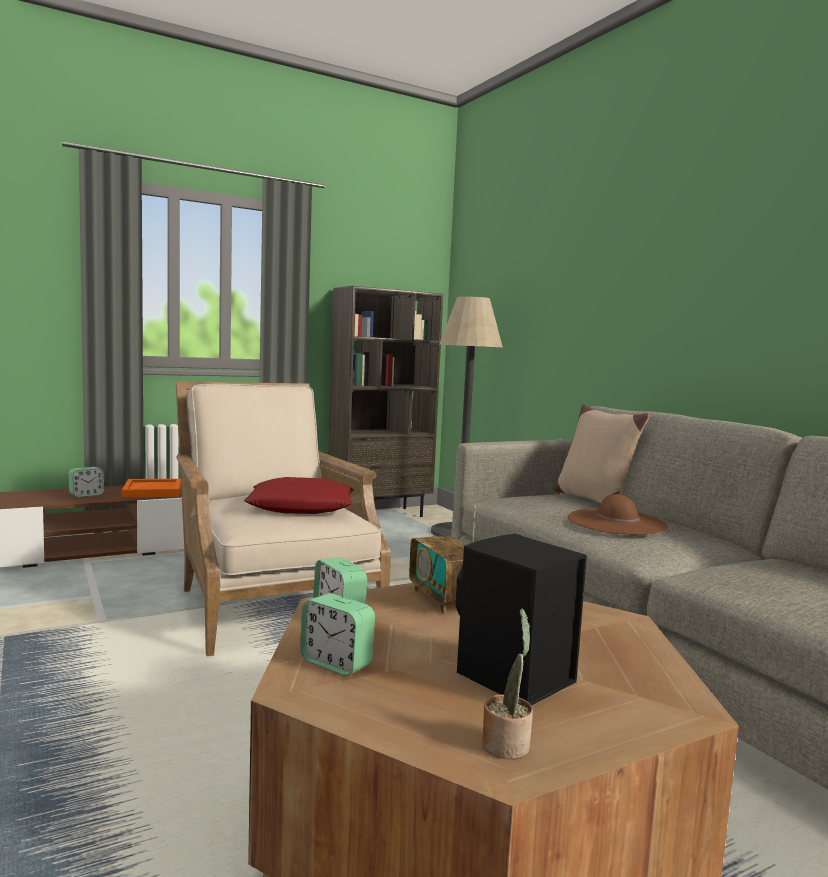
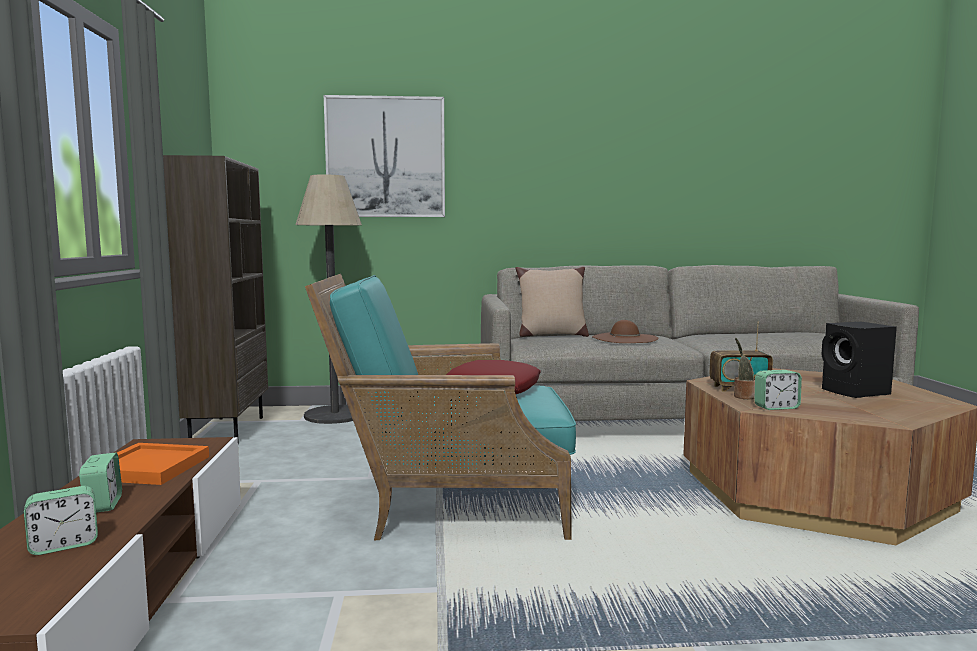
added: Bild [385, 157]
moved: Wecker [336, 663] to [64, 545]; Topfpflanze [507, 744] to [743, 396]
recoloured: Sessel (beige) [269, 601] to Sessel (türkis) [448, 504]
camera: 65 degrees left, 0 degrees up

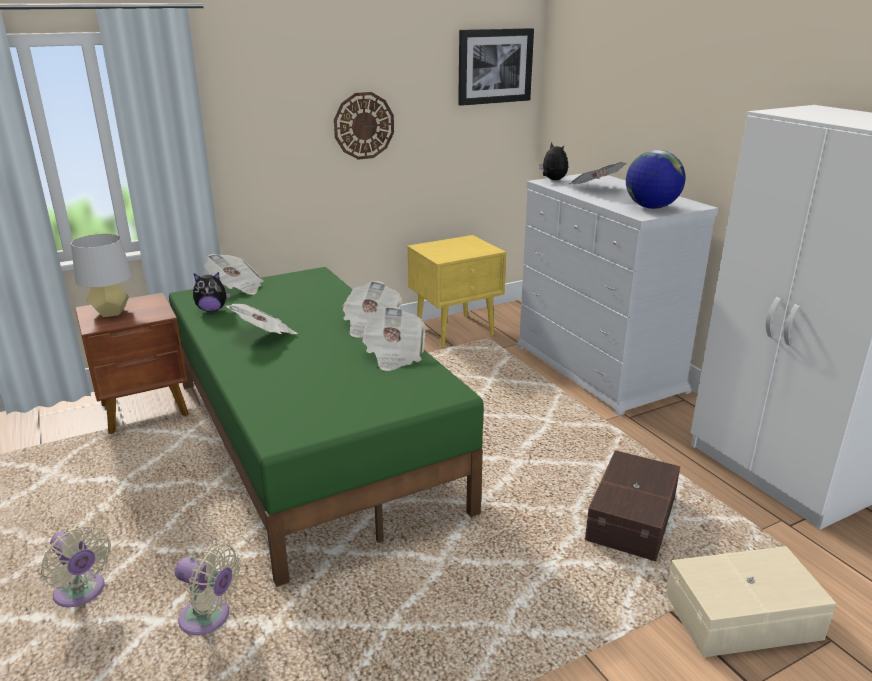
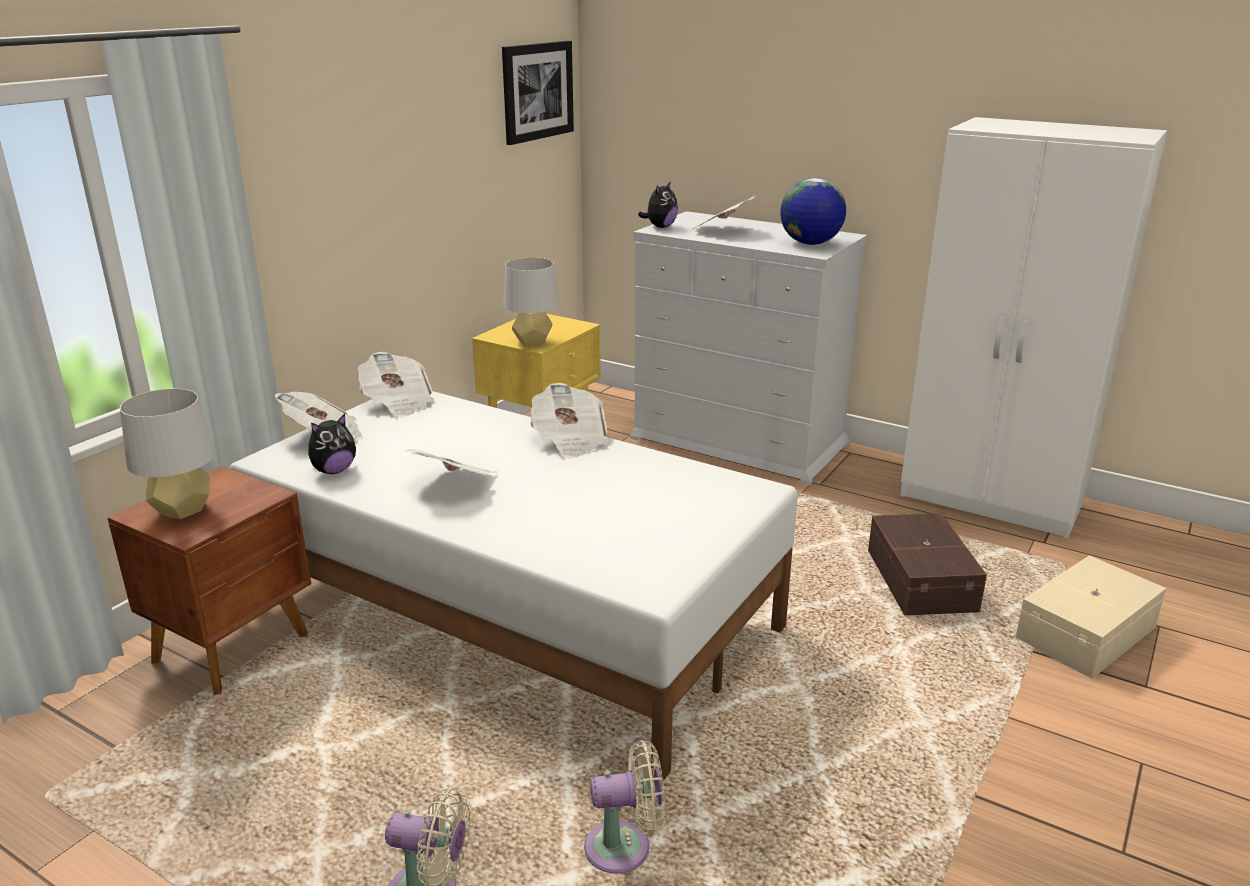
removed: Wanduhr [364, 125]
added: Tischlampe (grau) [532, 342]
moved: Zeitung [394, 355] to [397, 403]
recoloured: Bett (grün) [312, 440] to Bett (weiß) [513, 612]
turned: Plüschtier [552, 180] = [660, 227] 90 degrees clockwise
camera: 30 degrees left, 0 degrees up

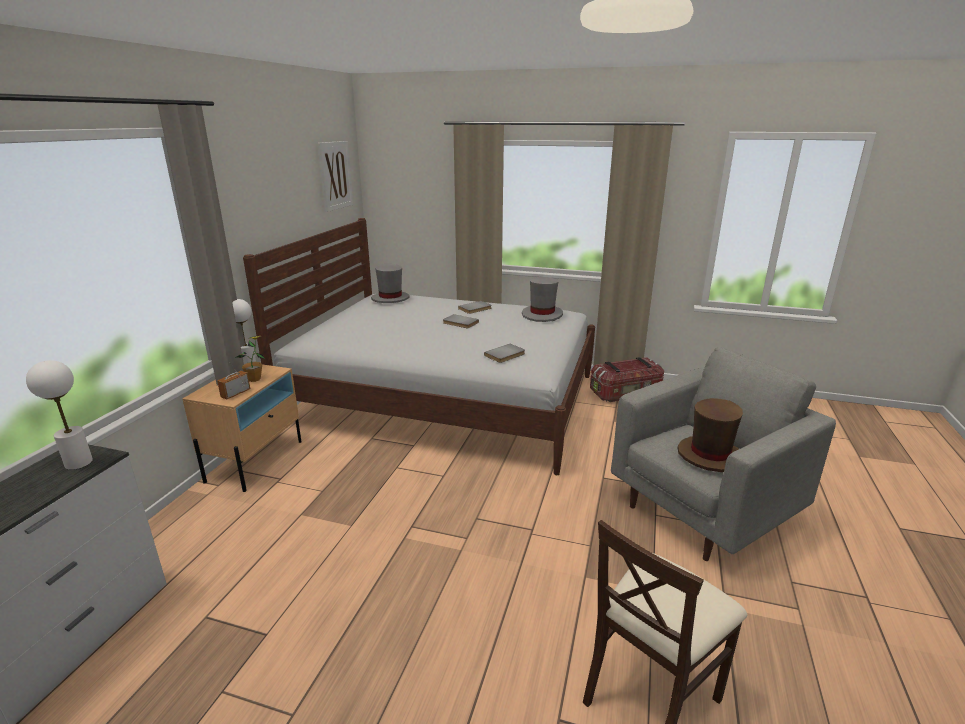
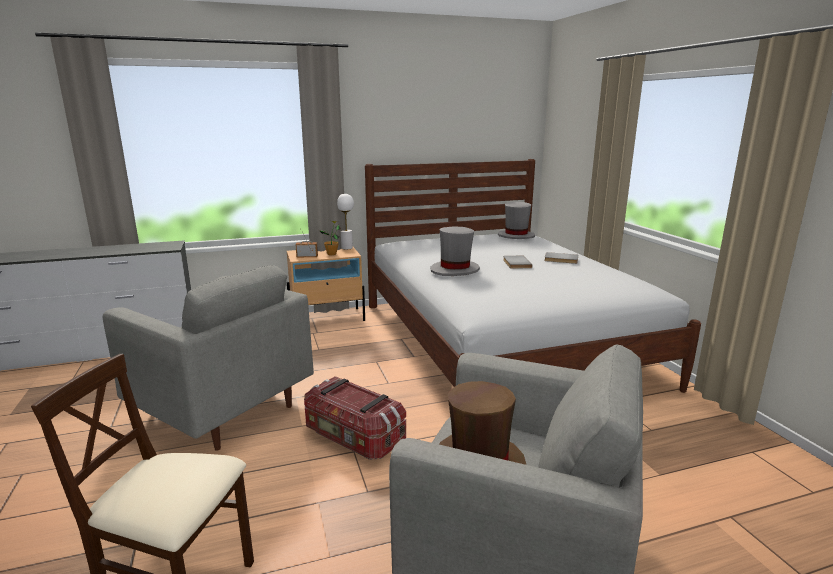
removed: Tischlampe (weiß) [79, 462]; Bild [335, 175]; Buch (grau) [505, 355]
added: Sessel (grau) [222, 411]
moved: Hut (grau) [542, 315] to [455, 270]; Aufbewahrungsbox [626, 393] to [353, 437]
camera: 55 degrees right, 5 degrees down

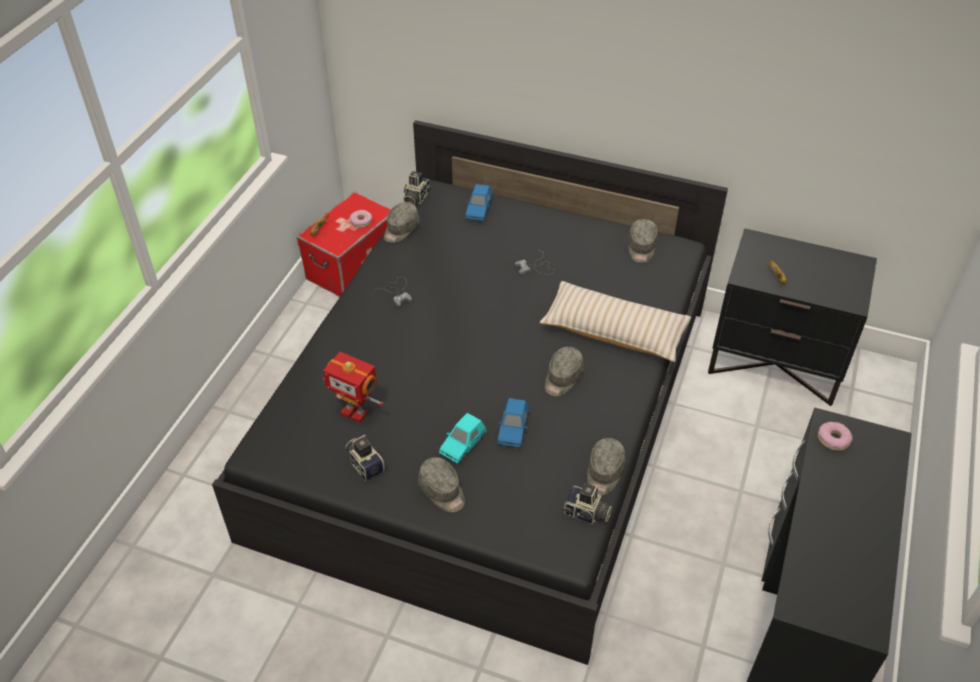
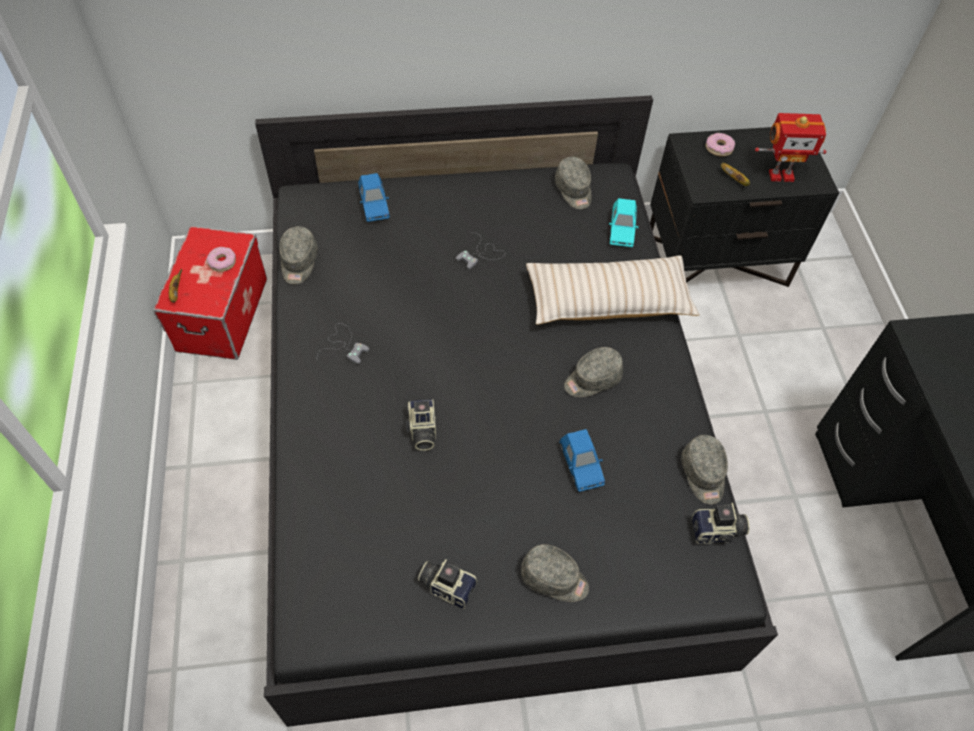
moved: Spielzeugroboter [355, 412] to [780, 175]; Kamera [415, 198] to [421, 430]; Spielzeugauto (türkis) [463, 444] to [621, 230]; Donut [833, 439] to [719, 148]
turned: Kappe (grau) [562, 378] = [592, 379] 60 degrees clockwise
camera: 30 degrees left, 10 degrees up

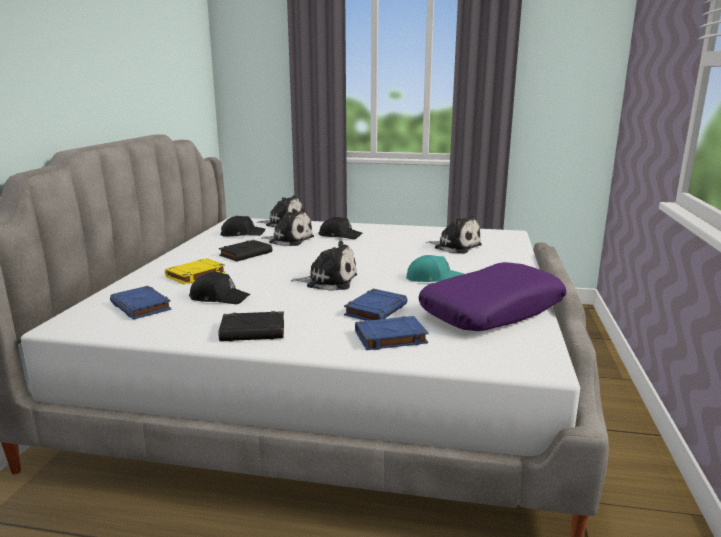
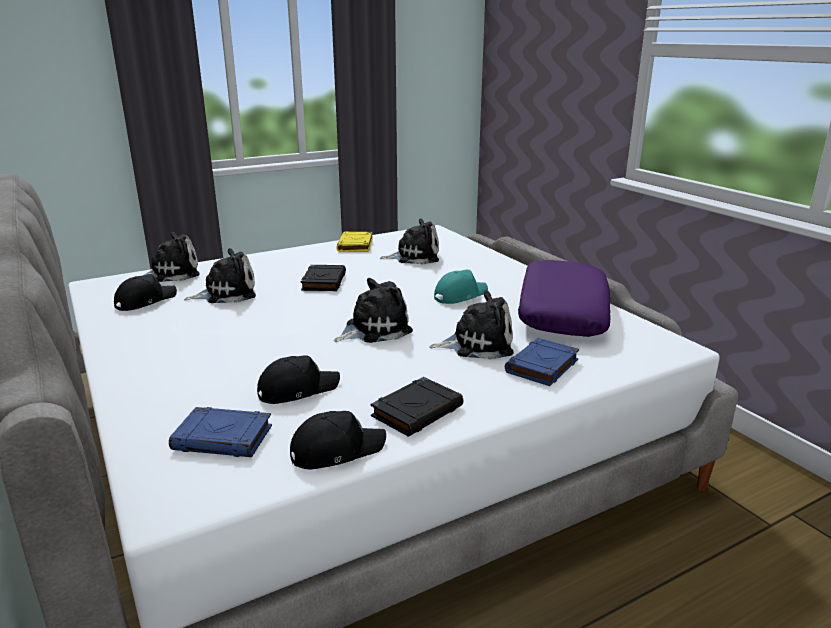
moved: Buch (gelb) [195, 275] to [355, 245]; Buch (schwarz) [246, 254] to [323, 281]; Kappe (schwarz) [340, 235] to [336, 450]
replaced: Buch (blau) [376, 310] to Plüschtier [477, 344]
camera: 40 degrees left, 5 degrees up

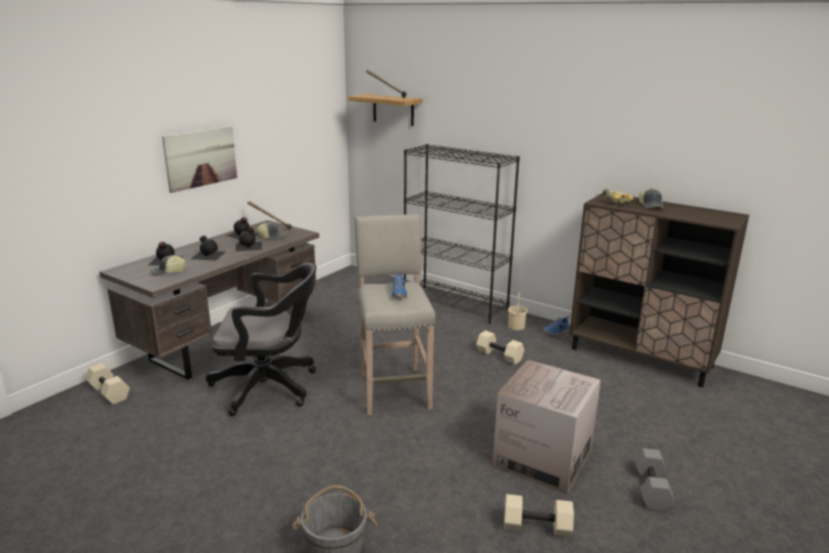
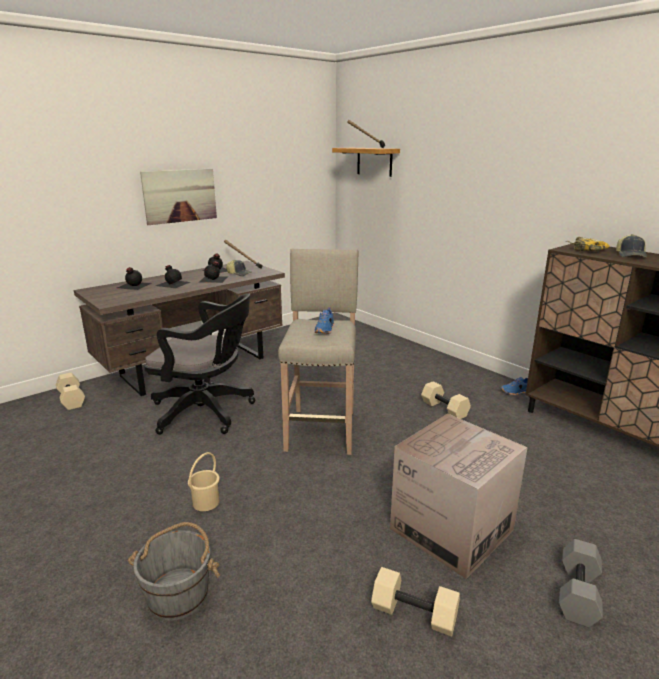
removed: Kappe [168, 272]; Bücherregal (schwarz) [456, 304]
moved: Eimer (beige) [516, 326] to [205, 502]
camera: 15 degrees right, 0 degrees up

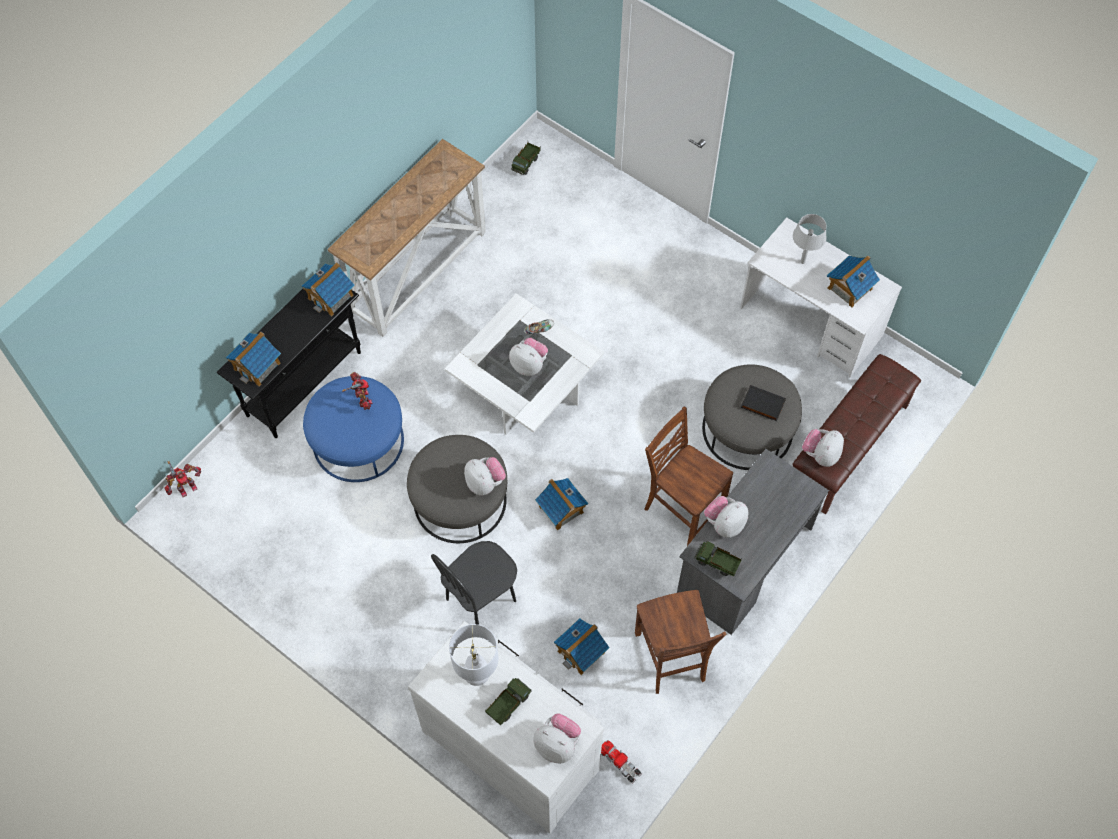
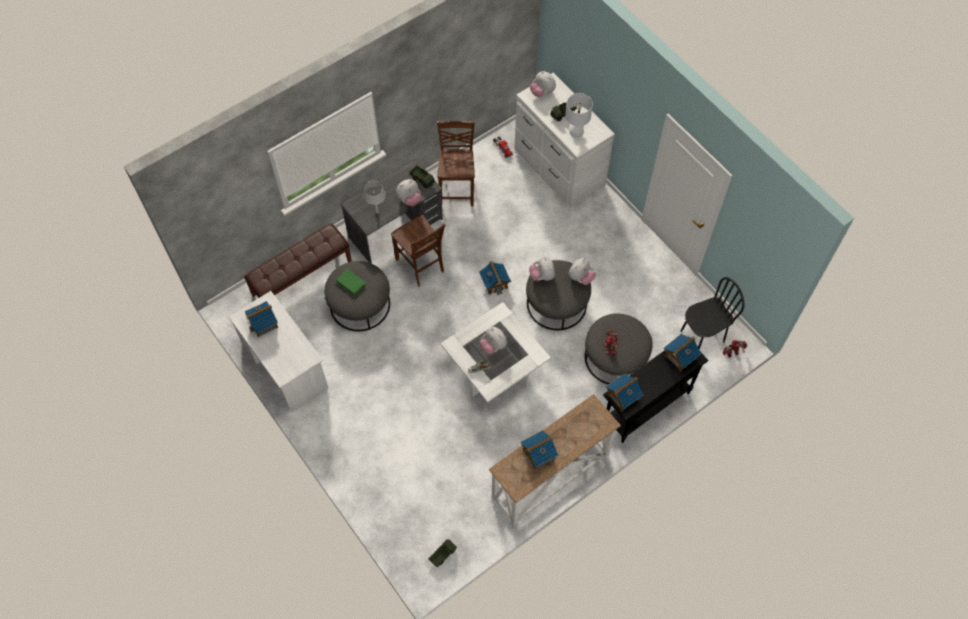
moved: Stuhl (schwarz) [481, 600] to [702, 336]; Spielzeughaus [581, 652] to [538, 453]; Tischlampe (grau) [802, 262] to [377, 211]; Plüschtier [821, 454] to [581, 278]
recoloured: Polsterhocker (blau) [358, 441] to Polsterhocker (grau) [615, 357]; Buch (schwarz) [762, 405] to Buch (grün) [352, 282]
camera: 165 degrees left, 0 degrees up

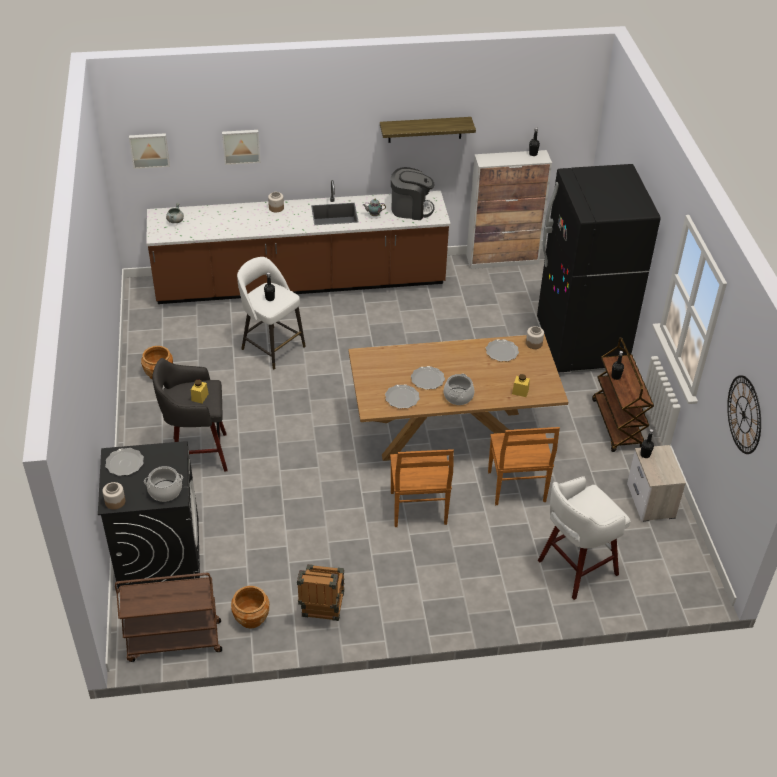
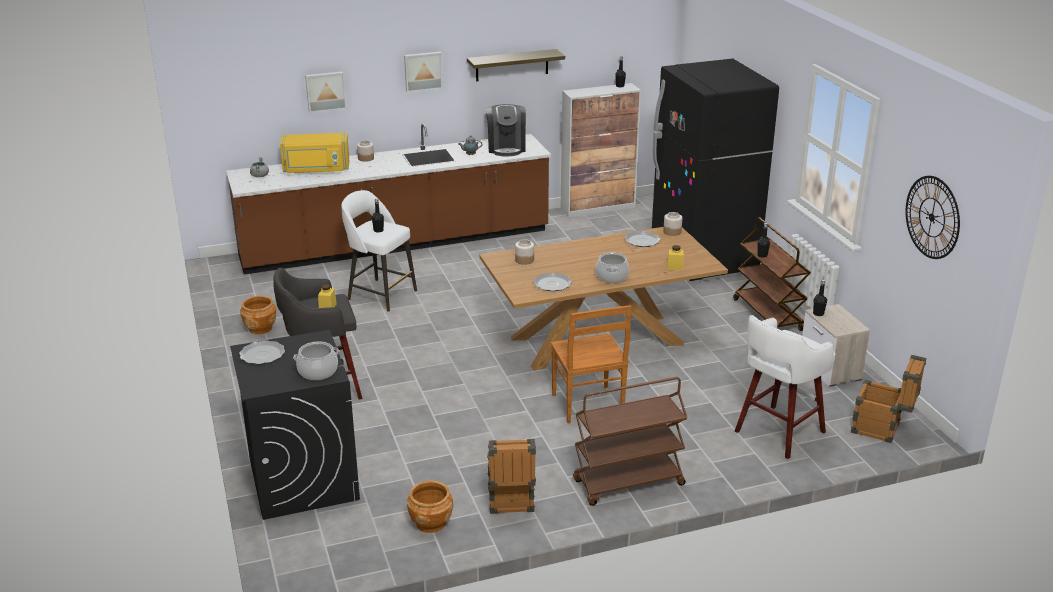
removed: Teller [428, 379]; Stuhl (braun) [516, 488]
added: Mikrowelle (gelb) [316, 169]; Kiste [882, 429]
moved: Vorratsglas [115, 502] to [524, 260]; Rollwagen (braun) [174, 642] to [628, 484]; Bild [149, 150] to [423, 71]
turned: Kaffeemaschine [411, 209] = [506, 148] 90 degrees clockwise
camera: 10 degrees left, 15 degrees down

